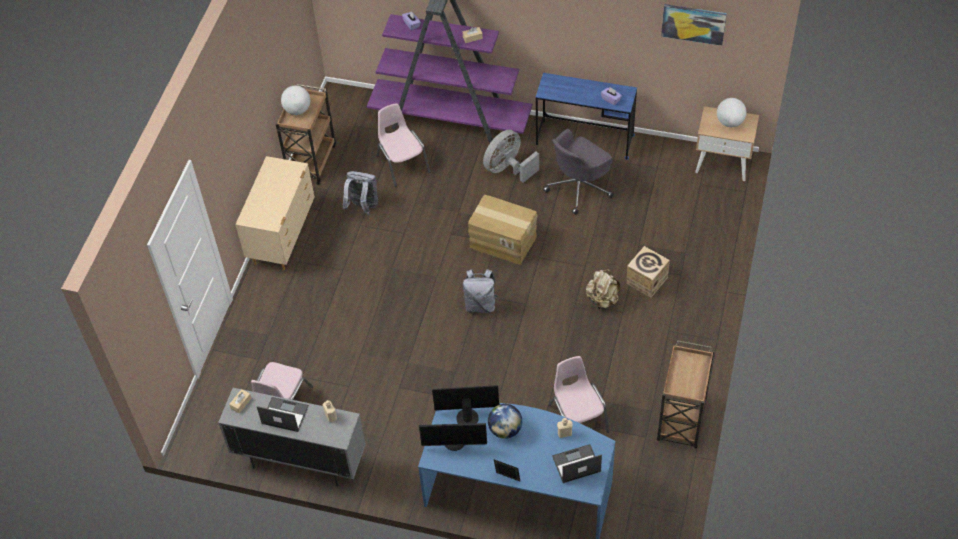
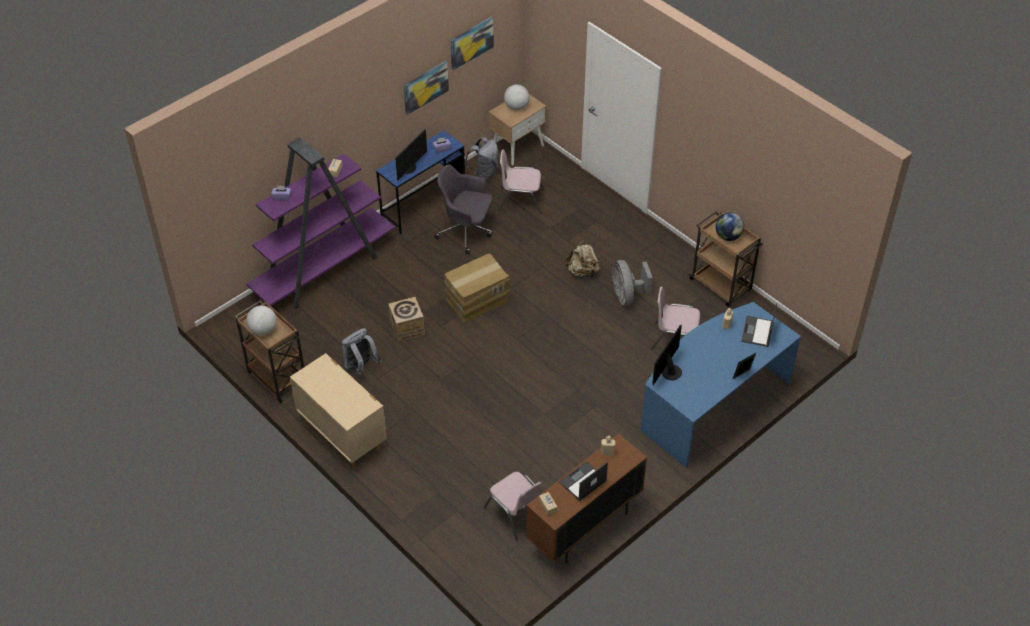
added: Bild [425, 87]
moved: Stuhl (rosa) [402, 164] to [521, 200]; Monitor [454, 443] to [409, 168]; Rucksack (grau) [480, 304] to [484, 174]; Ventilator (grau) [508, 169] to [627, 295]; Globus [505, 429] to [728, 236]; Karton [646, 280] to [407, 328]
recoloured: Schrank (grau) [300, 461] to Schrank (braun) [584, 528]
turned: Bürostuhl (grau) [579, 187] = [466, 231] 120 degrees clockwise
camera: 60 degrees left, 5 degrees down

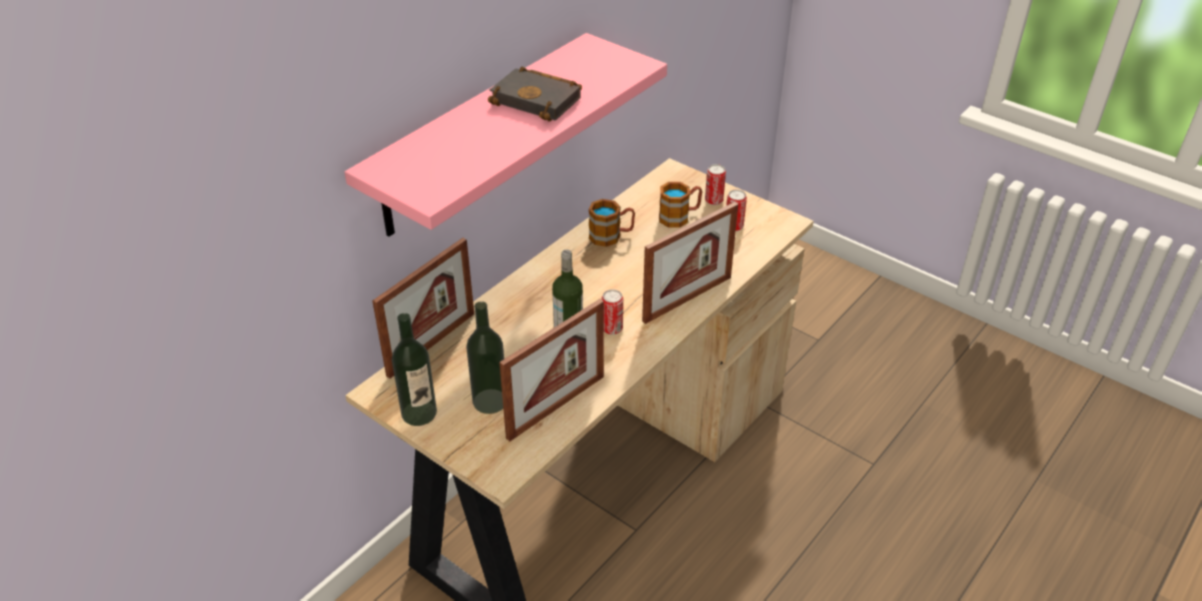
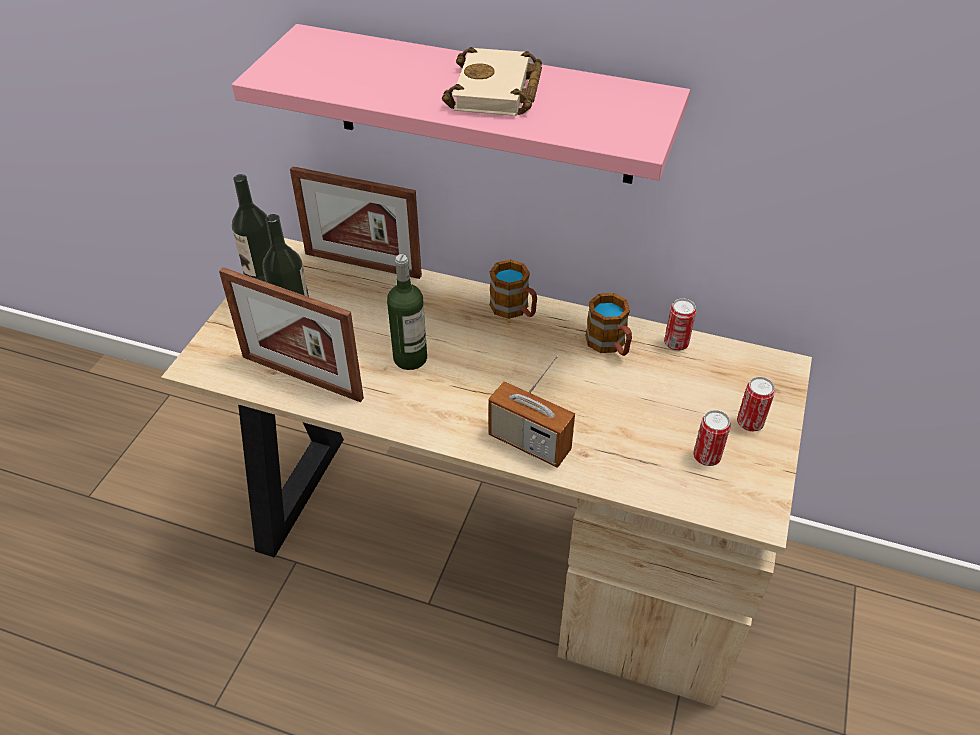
moved: Dose [612, 329] to [676, 343]; Henkelbecher [679, 217] to [515, 310]
replaced: Bilderrahmen [687, 299] to Radio [529, 443]
recoloured: Buch (schwarz) [539, 100] to Buch (beige) [497, 92]
camera: 70 degrees right, 5 degrees up

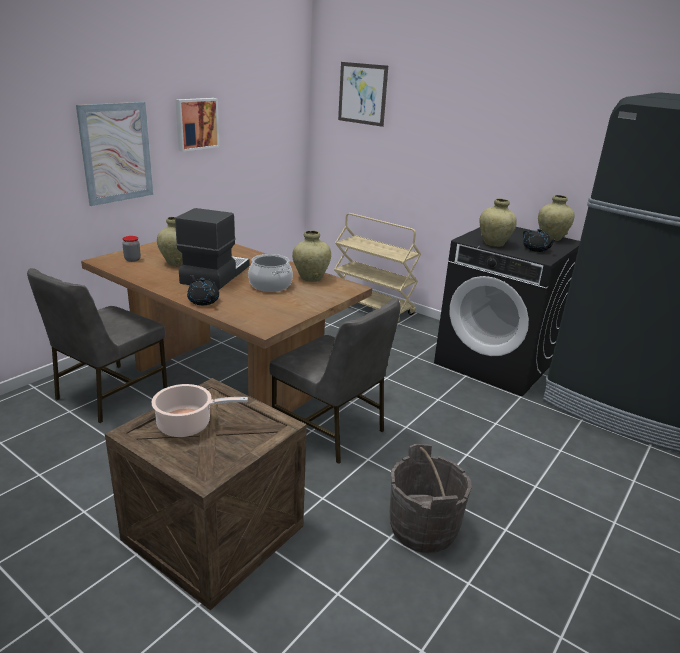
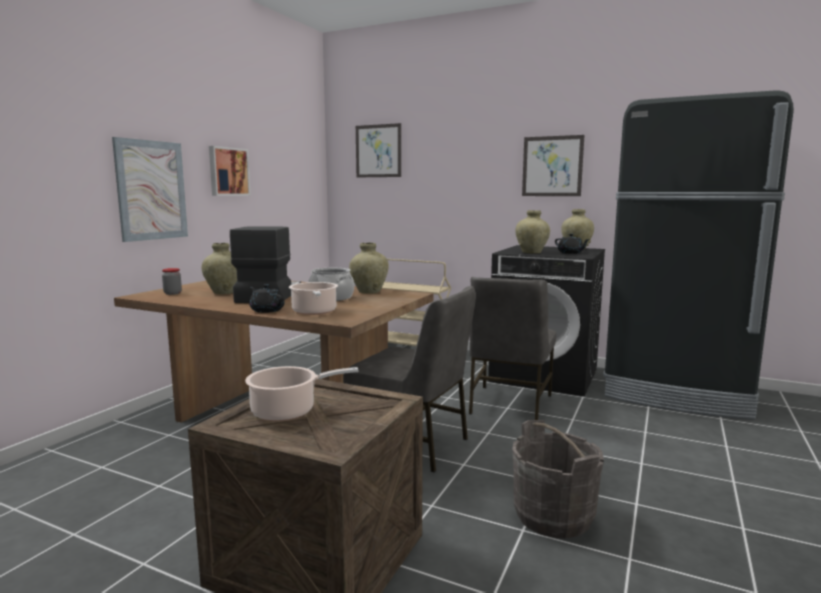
added: Kochtopf [314, 312]; Bild [552, 166]
moved: Stuhl (grau) [109, 393] to [509, 404]
camera: 10 degrees left, 15 degrees down

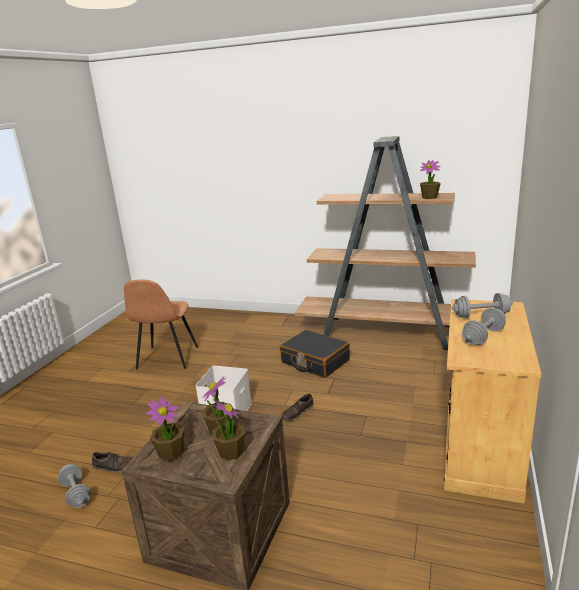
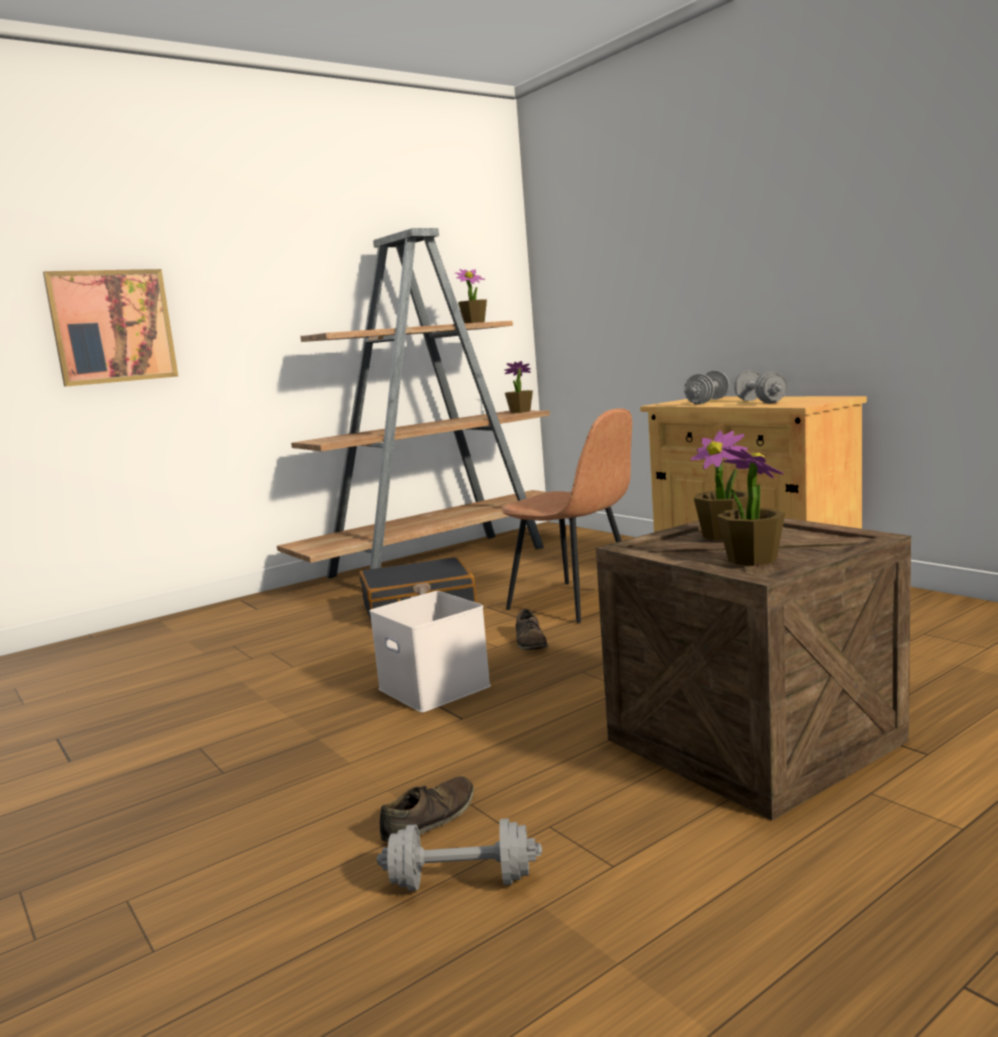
added: Bild [112, 326]
moved: Stuhl (braun) [167, 359] to [575, 602]; Topfpflanze [231, 452] to [520, 411]
camera: 55 degrees left, 10 degrees down

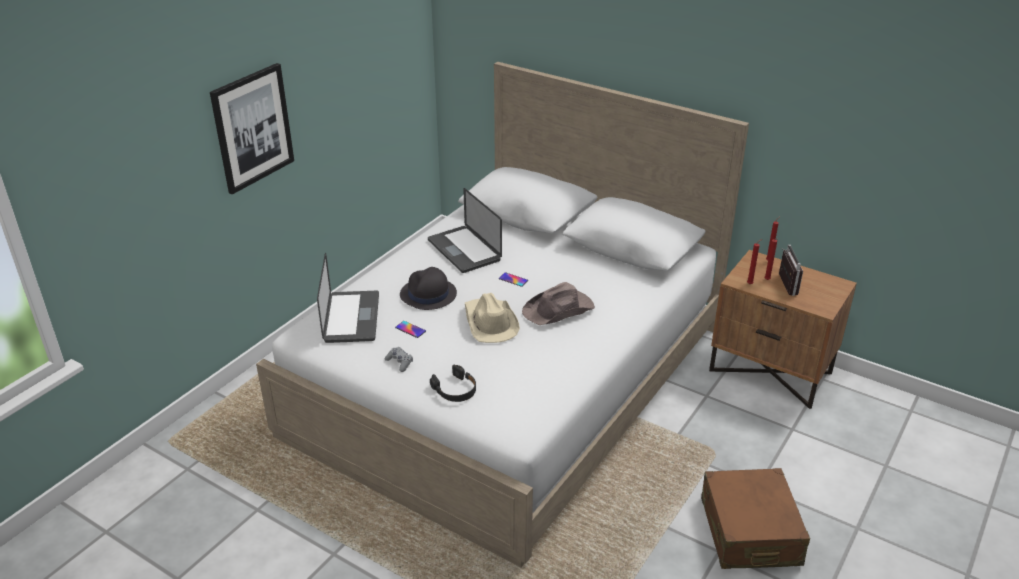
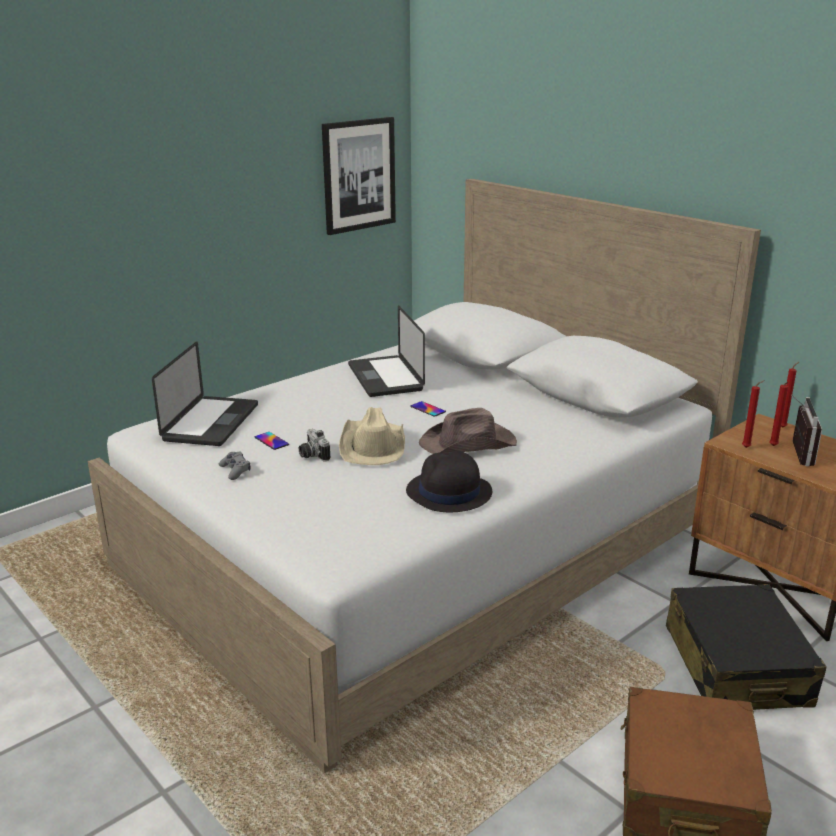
removed: Kopfhörer (schwarz) [455, 390]
added: Kamera [312, 455]; Koffer (schwarz) [736, 666]
moved: Bild [252, 128] to [358, 175]; Hut (schwarz) [428, 295] to [448, 493]
camera: 15 degrees right, 10 degrees down

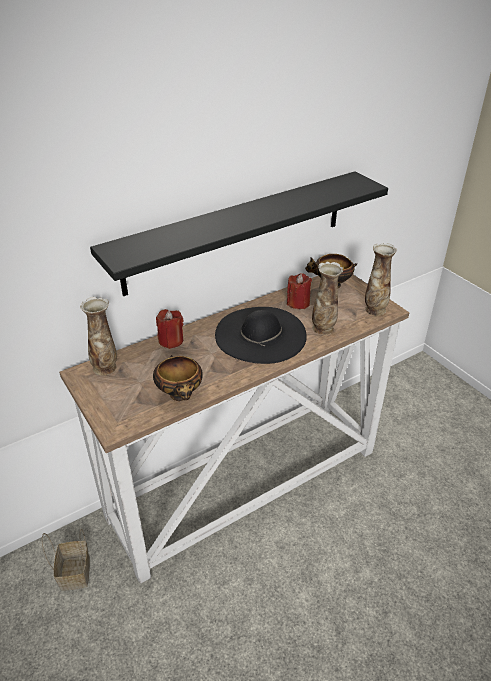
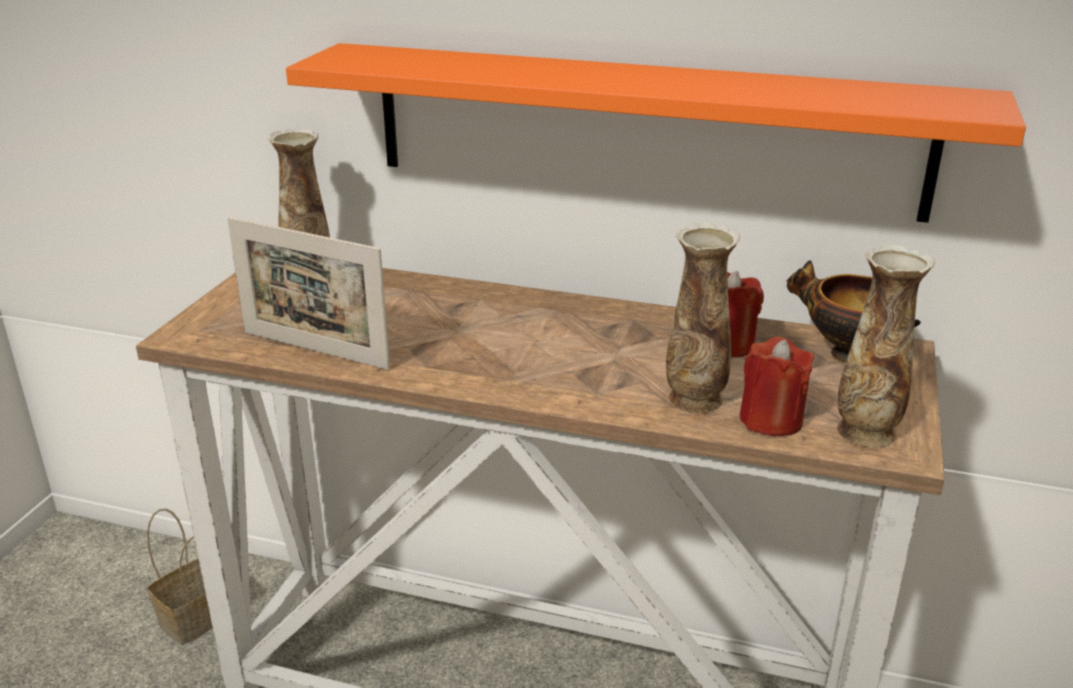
removed: Hut (schwarz) [260, 334]
moved: Kerze (rot) [171, 340] to [771, 420]
replaced: Schüssel [181, 396] to Bilderrahmen [315, 350]
recoloured: Wandregal (schwarz) [237, 231] to Wandregal (orange) [643, 129]
camera: 50 degrees right, 10 degrees down

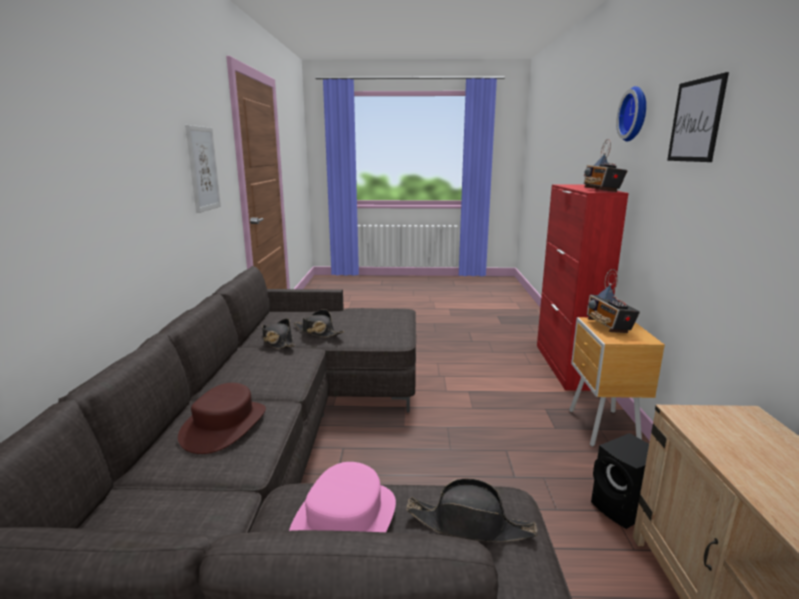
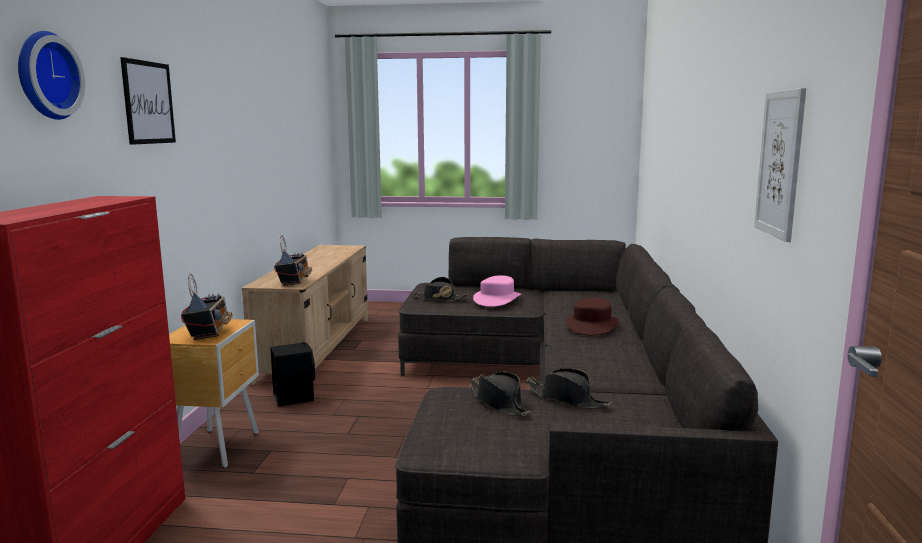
moved: Hut (schwarz) [277, 342] to [499, 402]; Radio [601, 190] to [294, 282]
camera: 175 degrees left, 5 degrees down

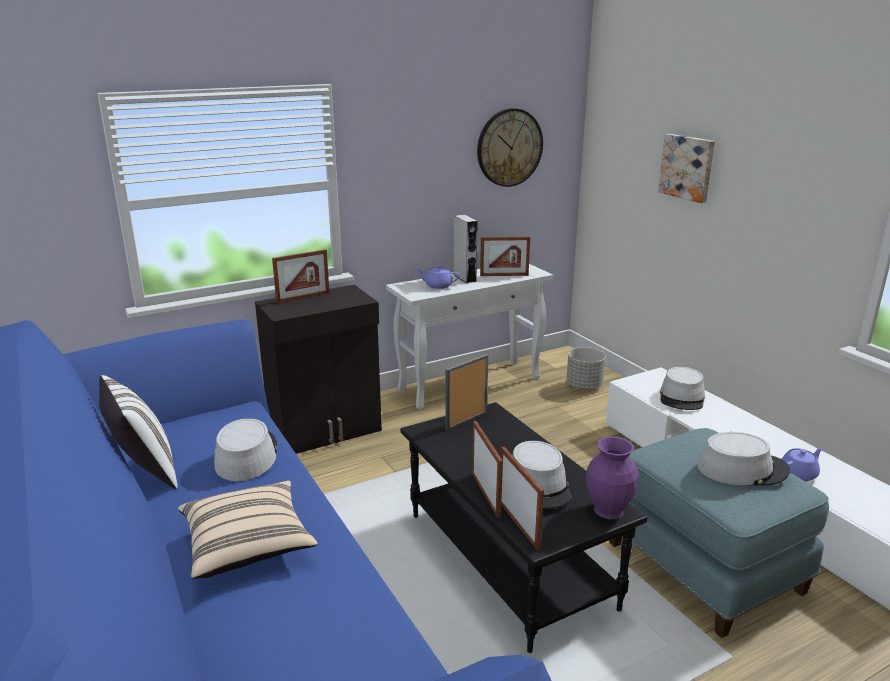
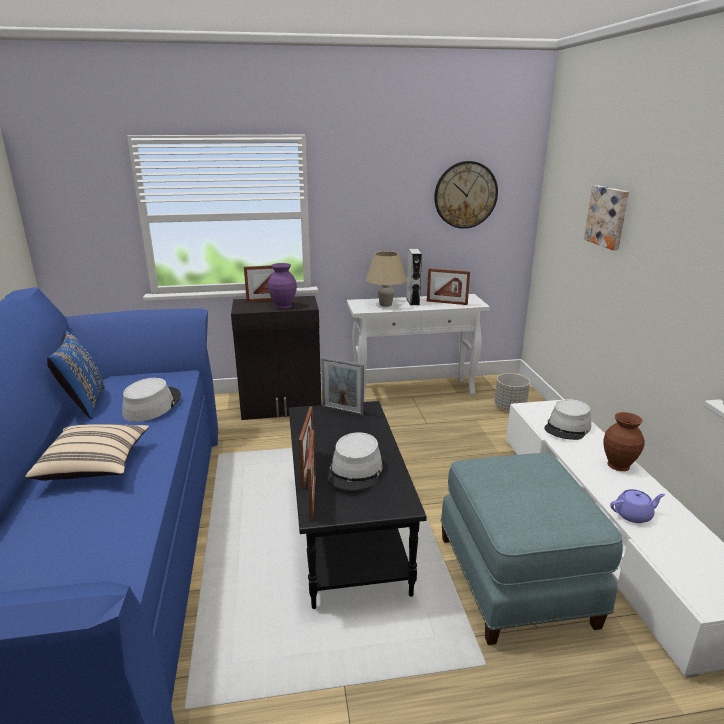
removed: Hut (grau) [742, 469]
added: Vase (braun) [619, 465]
moved: Vase (lila) [608, 511] to [282, 306]
replaced: Teekanne (lila) [438, 286] to Tischlampe (beige) [385, 304]
recoloured: Kissen (weiß) [144, 472] to Kissen (blau) [83, 404]
turned: Bilderrahmen [466, 420] = [342, 411] 135 degrees counterclockwise
camera: 20 degrees right, 0 degrees up

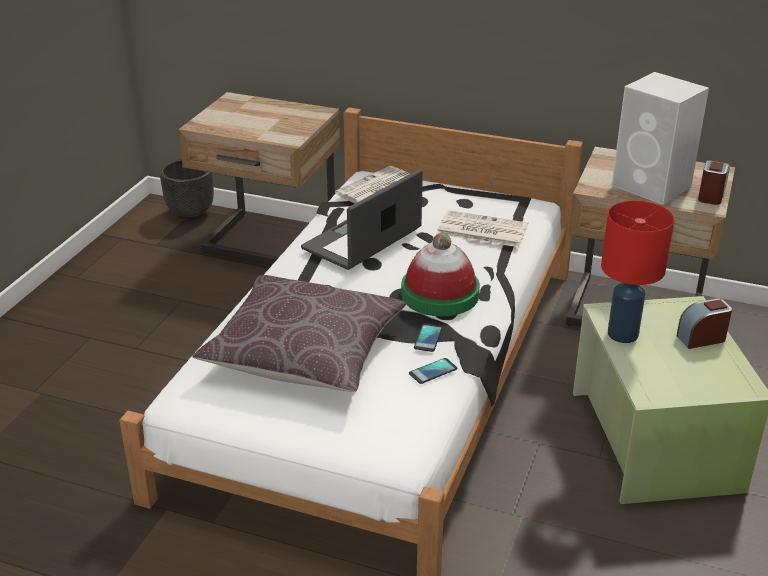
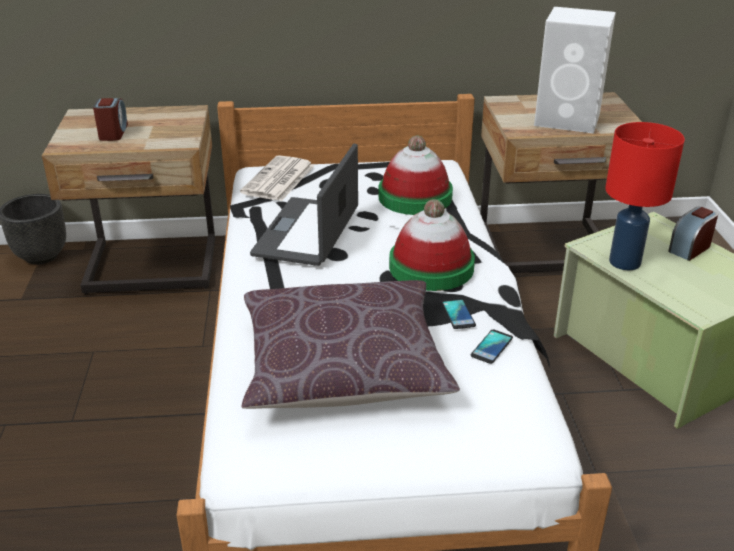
moved: Wecker [711, 195] to [113, 132]
replaced: Zeitung [480, 230] to Hut [415, 197]
camera: 25 degrees left, 0 degrees up

